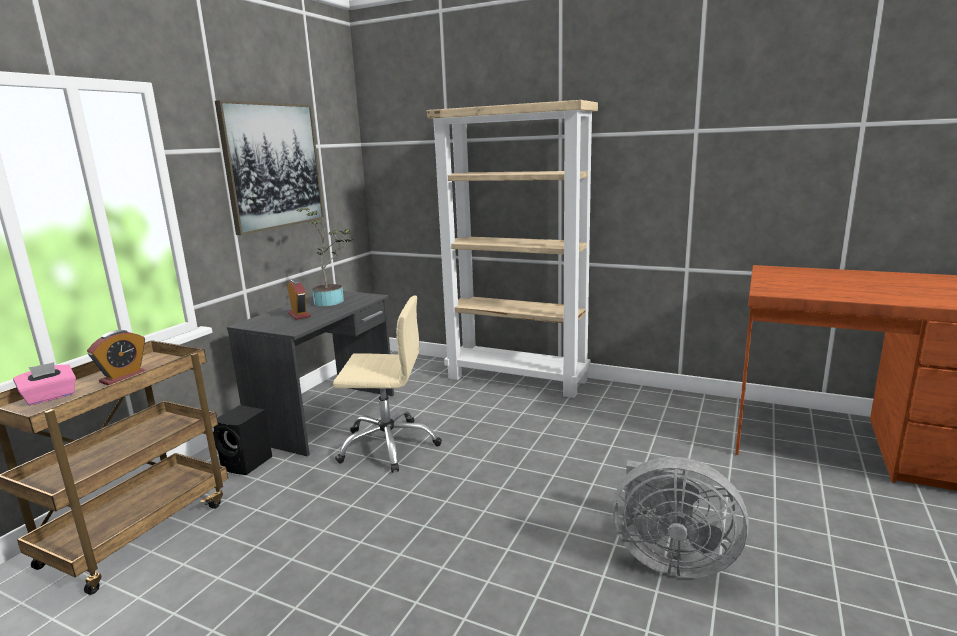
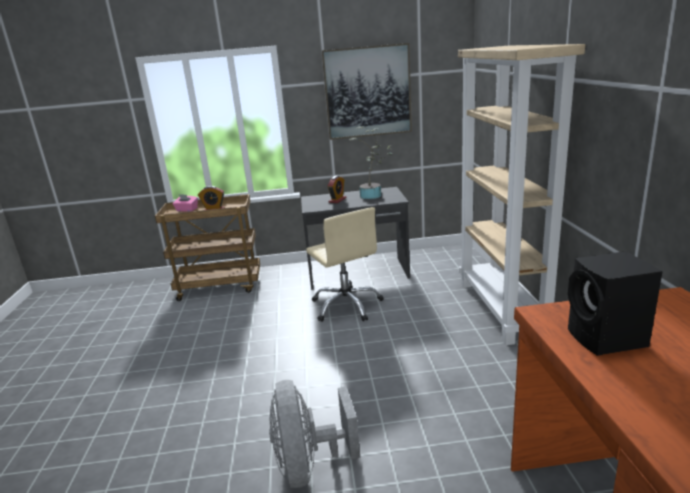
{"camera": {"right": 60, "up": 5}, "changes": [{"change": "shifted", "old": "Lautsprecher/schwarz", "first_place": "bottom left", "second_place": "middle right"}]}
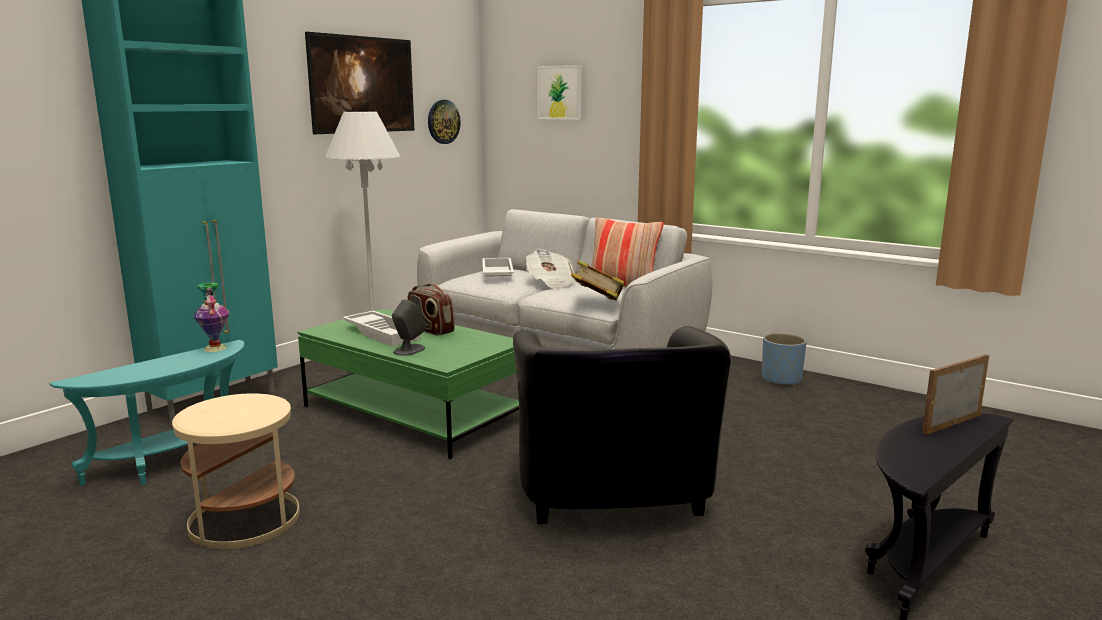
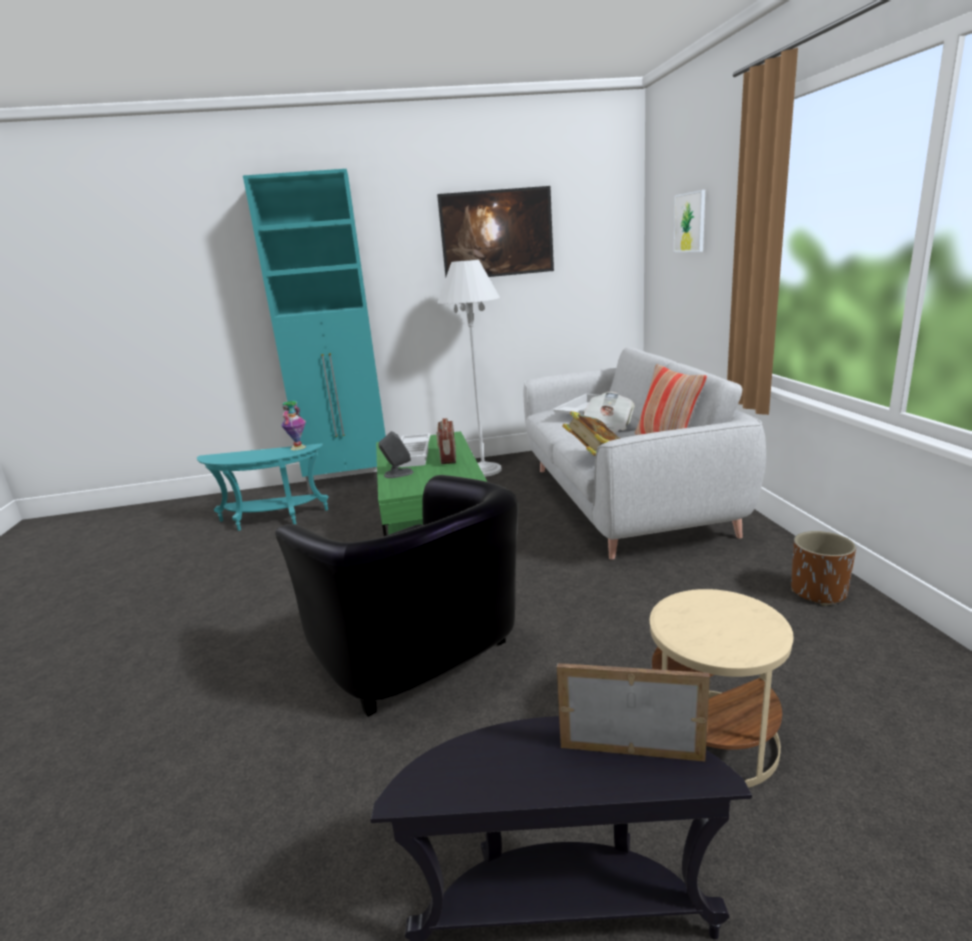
{"camera": {"right": 45, "up": 5}, "changes": [{"change": "shifted", "old": "Beistelltisch/beige", "first_place": "bottom left", "second_place": "bottom right"}, {"change": "gone", "old": "Wanduhr", "first_place": "top centre"}, {"change": "rotated", "old": "Sessel/schwarz", "first_place": "bottom centre", "second_place": "centre", "degrees": -75}, {"change": "repainted", "old": "Pflanzkübel/blau", "new": "Pflanzkübel/braun", "first_place": "middle right", "second_place": "middle right"}]}
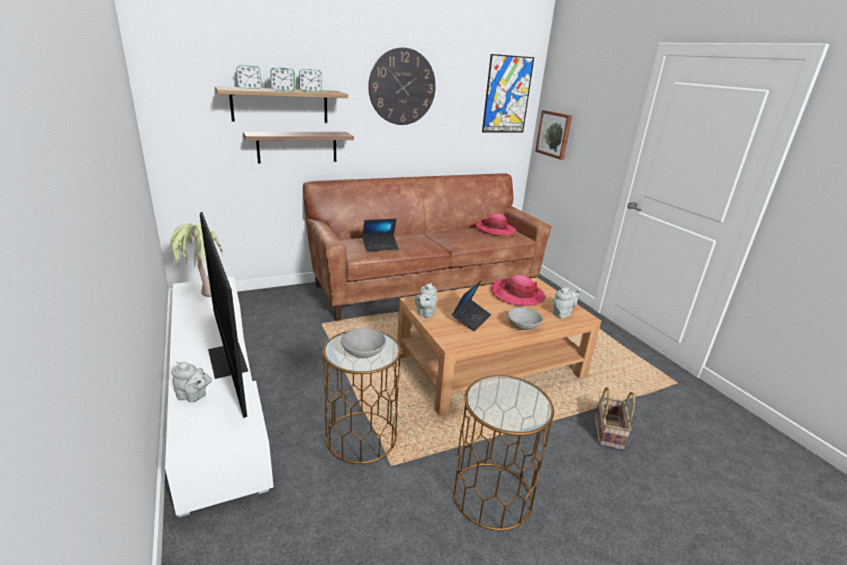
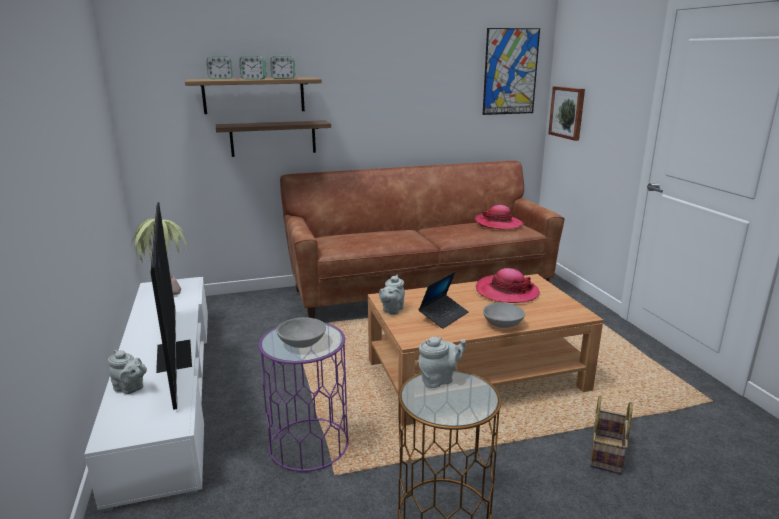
{"camera": {"right": 10, "up": -5}, "changes": [{"change": "repainted", "old": "Beistelltisch/braun (no. 1 from left)", "new": "Beistelltisch/lila", "first_place": "bottom centre", "second_place": "bottom centre"}, {"change": "gone", "old": "Laptop (no. 1 from left)", "first_place": "centre"}, {"change": "gone", "old": "Wanduhr", "first_place": "top centre"}, {"change": "shifted", "old": "Teekanne/grau (no. 3 from left)", "first_place": "middle right", "second_place": "bottom centre"}]}
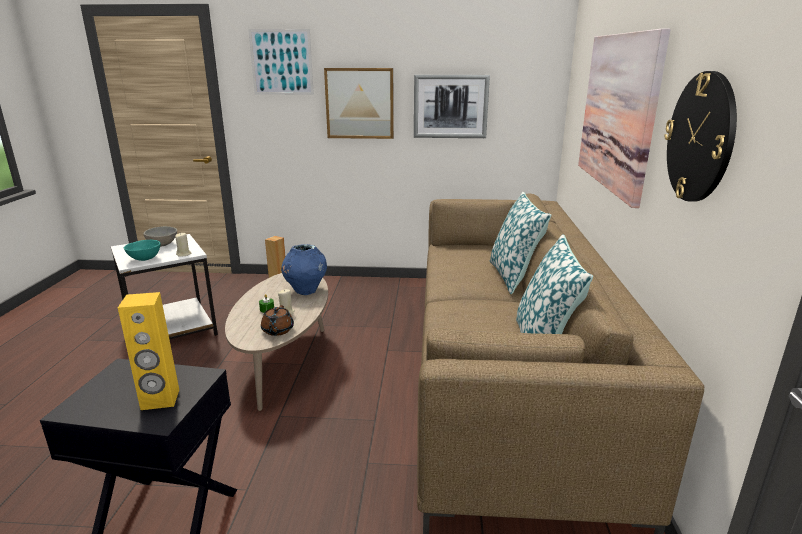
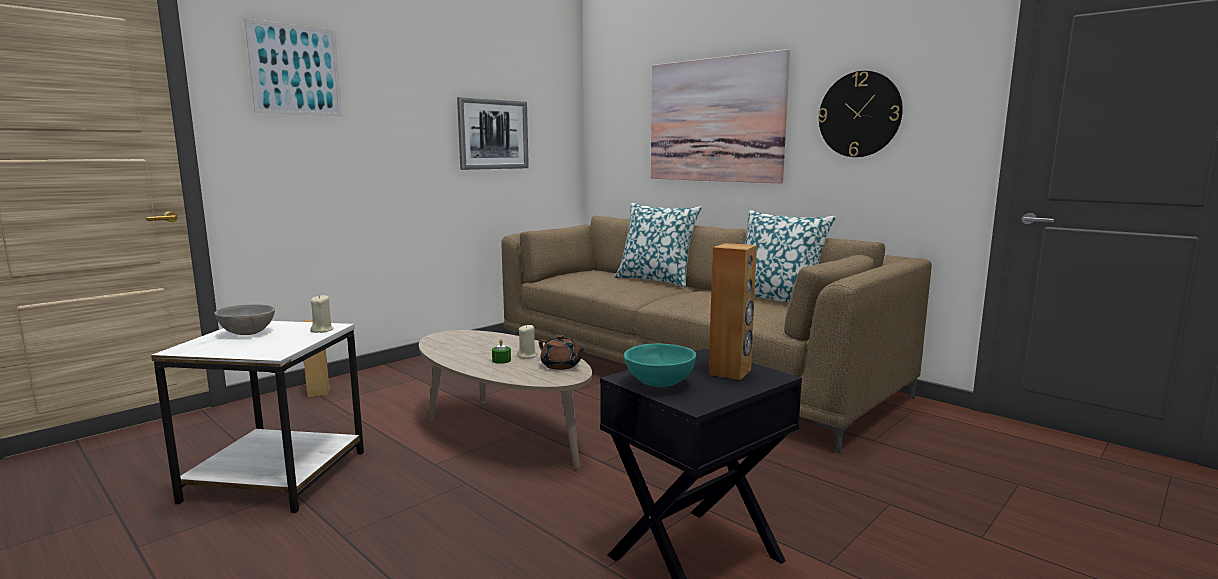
{"camera": {"right": -50, "up": -10}, "changes": [{"change": "repainted", "old": "Lautsprecher/gelb", "new": "Lautsprecher/braun (no. 2 from left)", "first_place": "middle left", "second_place": "centre"}, {"change": "shifted", "old": "Schüssel/türkis", "first_place": "middle left", "second_place": "centre"}, {"change": "gone", "old": "Vase/blau", "first_place": "centre"}, {"change": "gone", "old": "Bild (no. 2 from left)", "first_place": "top centre"}]}
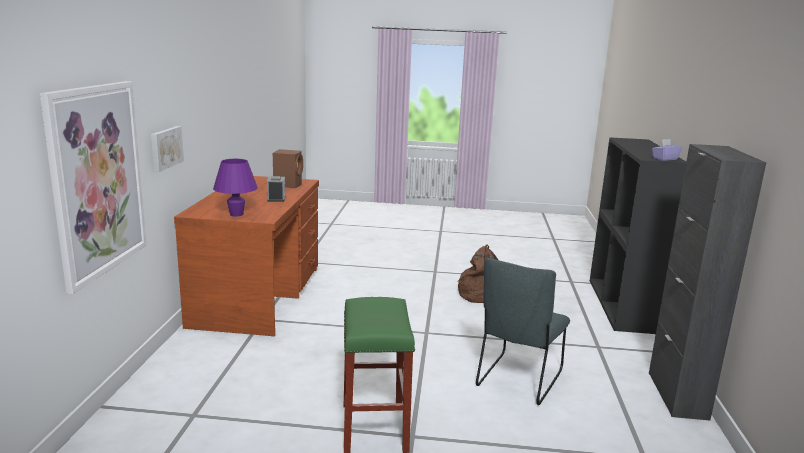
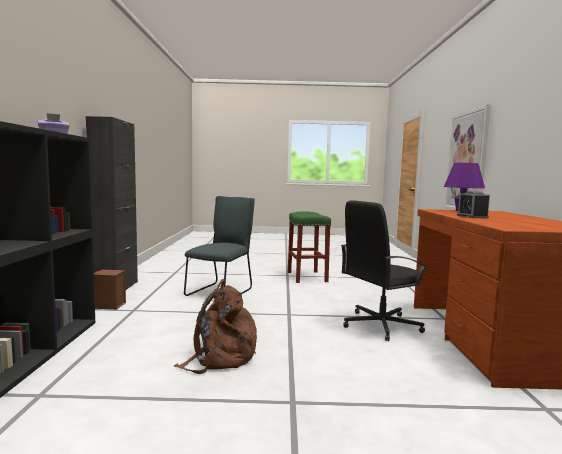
{"camera": {"right": 175, "up": -10}, "changes": [{"change": "gone", "old": "Bild (no. 2 from left)", "first_place": "top left"}, {"change": "shifted", "old": "Lautsprecher/braun", "first_place": "centre", "second_place": "middle left"}, {"change": "new", "new": "Bürostuhl/schwarz", "second_place": "middle right"}]}
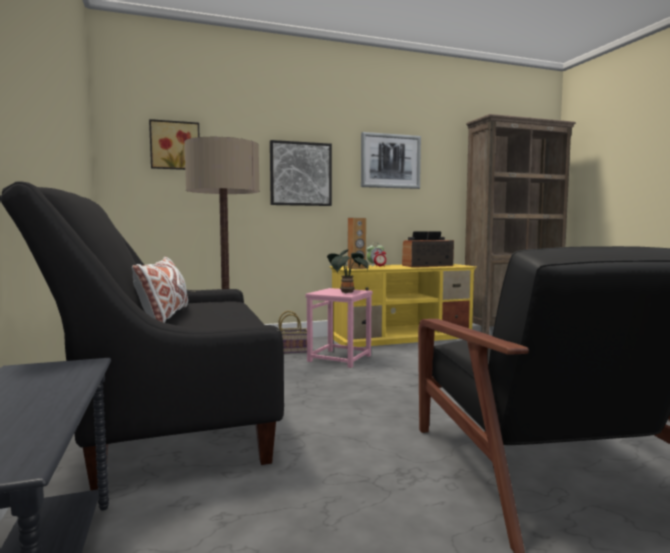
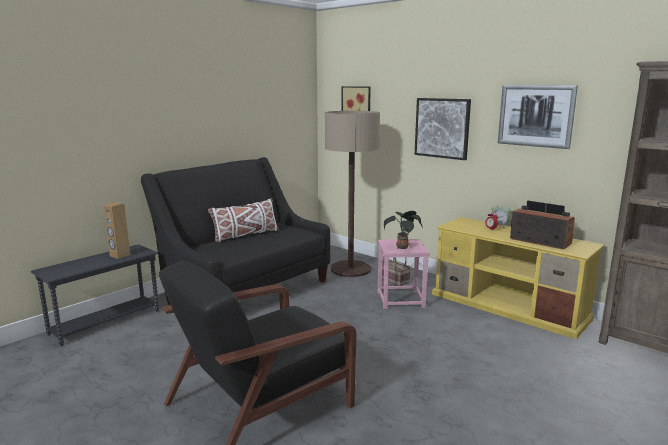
{"camera": {"right": 60, "up": 10}, "changes": [{"change": "shifted", "old": "Lautsprecher/braun", "first_place": "centre", "second_place": "middle left"}]}
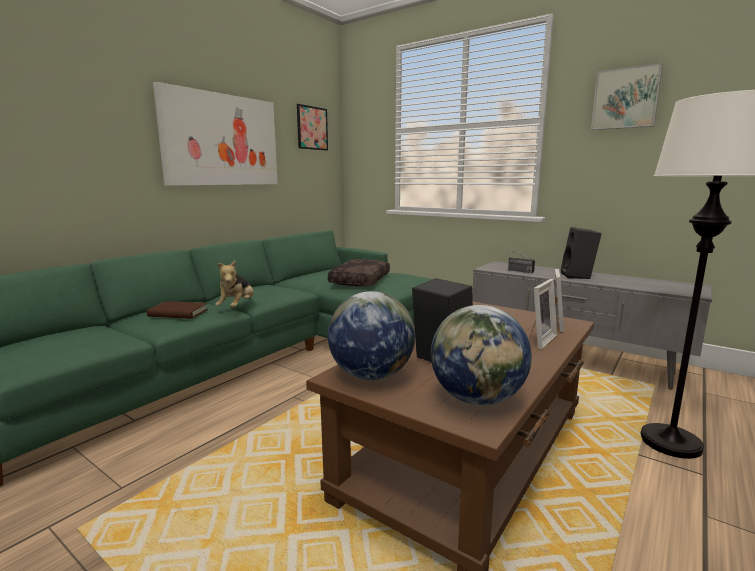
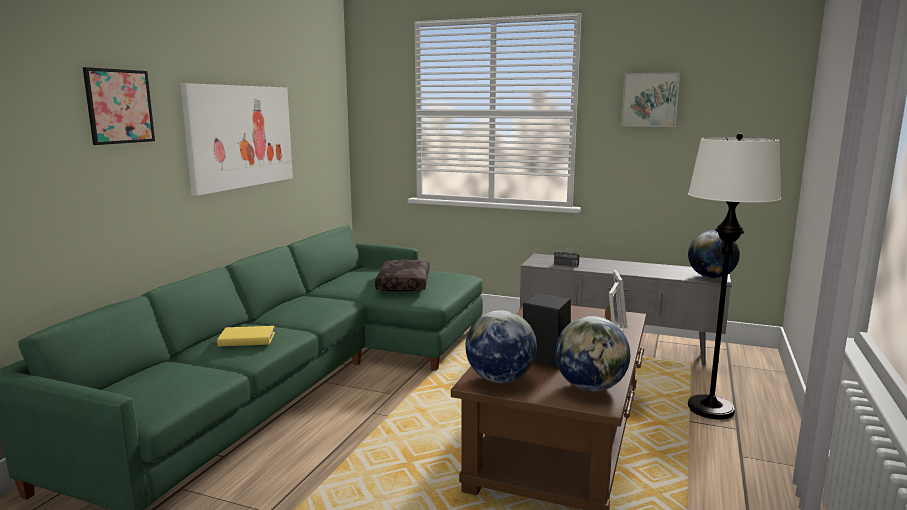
{"camera": {"right": -15, "up": 0}, "changes": [{"change": "repainted", "old": "Buch/braun", "new": "Buch/gelb", "first_place": "middle left", "second_place": "middle left"}, {"change": "gone", "old": "Plüschtier", "first_place": "middle left"}, {"change": "shifted", "old": "Bild (no. 2 from left in the first image)", "new": "Bild (no. 1 from left)", "first_place": "top centre", "second_place": "top left"}, {"change": "gone", "old": "Lautsprecher/schwarz (no. 2 from left)", "first_place": "middle right"}, {"change": "new", "new": "Globus (no. 3 from left)", "second_place": "middle right"}]}
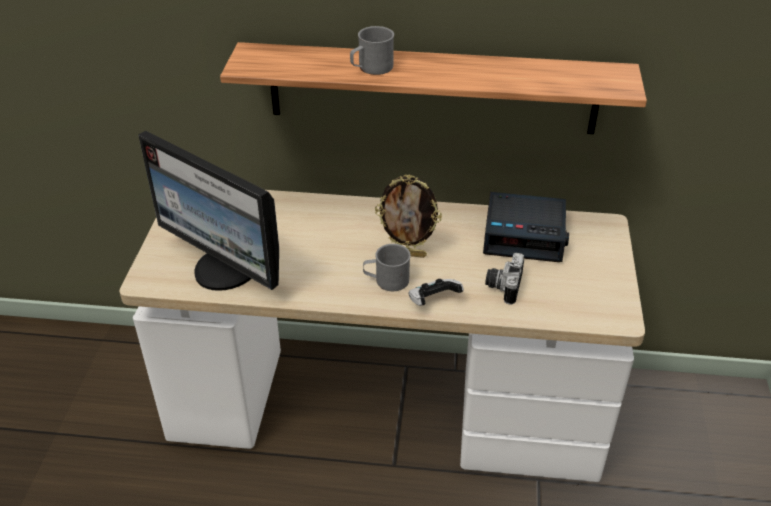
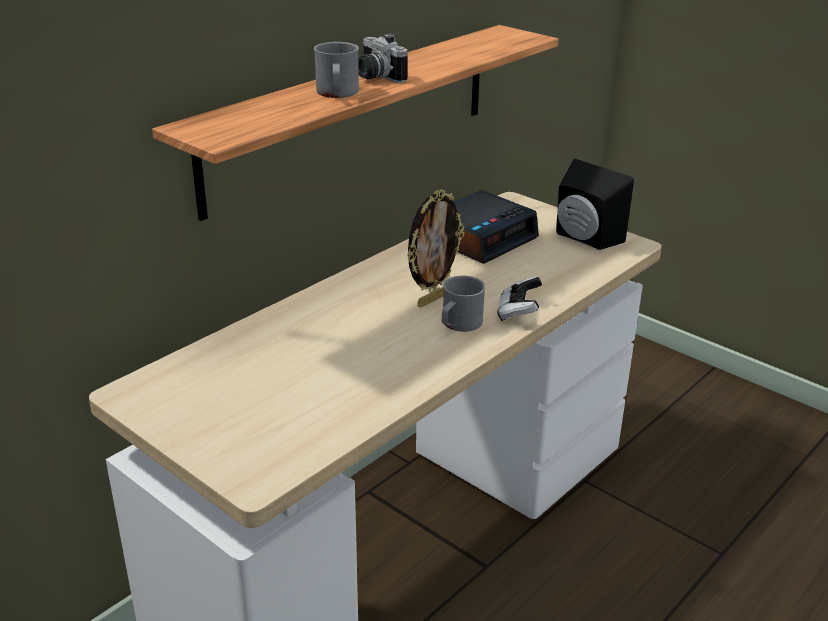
{"camera": {"right": -55, "up": -10}, "changes": [{"change": "gone", "old": "Monitor", "first_place": "middle left"}, {"change": "shifted", "old": "Kamera", "first_place": "centre", "second_place": "top centre"}, {"change": "new", "new": "Lautsprecher/schwarz", "second_place": "top right"}]}
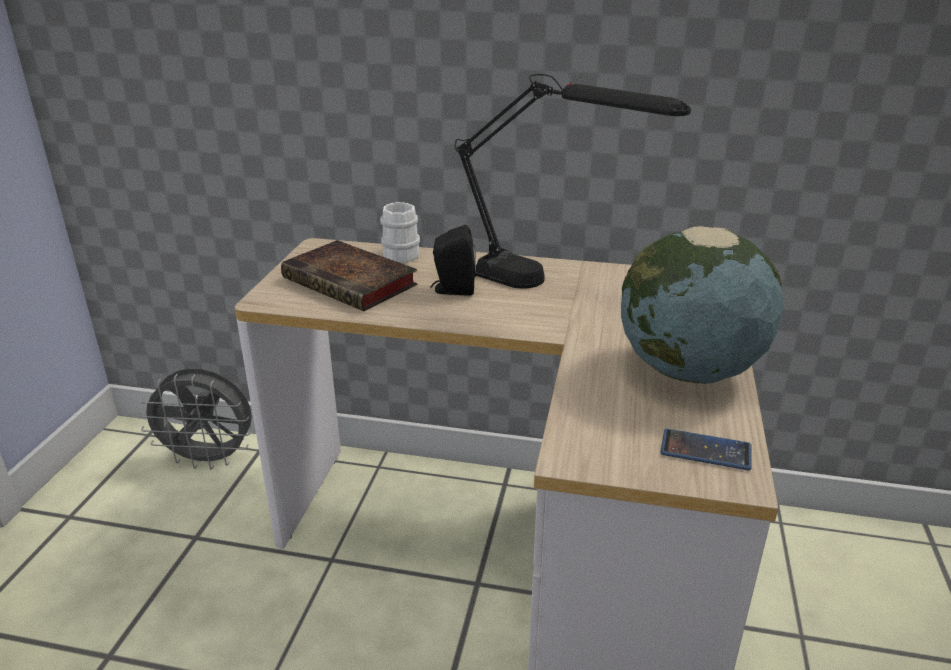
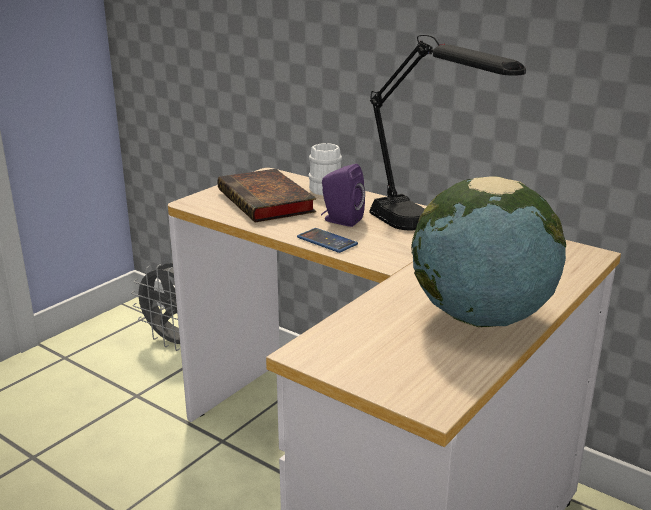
{"camera": {"right": 25, "up": -5}, "changes": [{"change": "repainted", "old": "Lautsprecher/schwarz", "new": "Lautsprecher/lila", "first_place": "centre", "second_place": "centre"}, {"change": "shifted", "old": "Handy", "first_place": "bottom right", "second_place": "centre"}]}
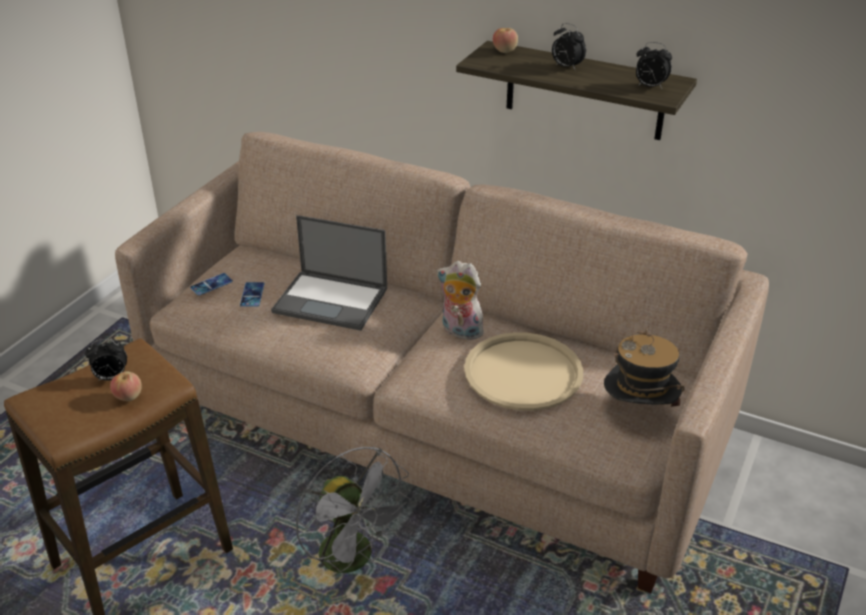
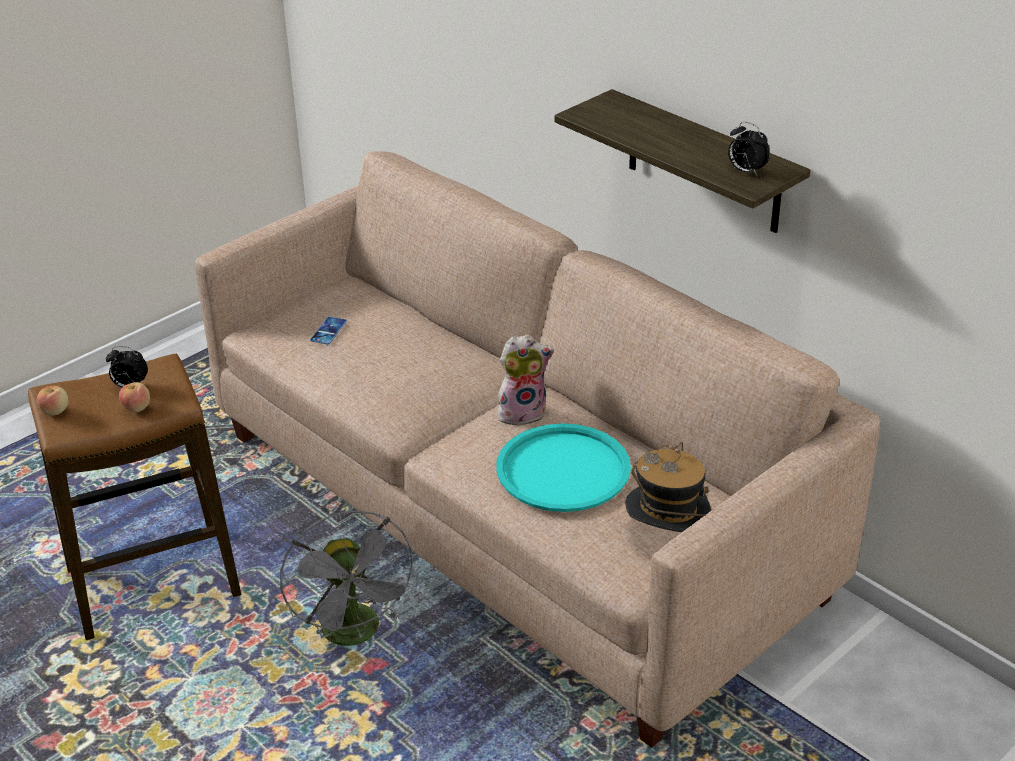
{"camera": {"right": 20, "up": 0}, "changes": [{"change": "gone", "old": "Handy (no. 1 from left)", "first_place": "middle left"}, {"change": "gone", "old": "Laptop", "first_place": "centre"}, {"change": "rotated", "old": "Plüschtier", "first_place": "centre", "second_place": "centre", "degrees": 120}, {"change": "repainted", "old": "Tablett/beige", "new": "Tablett/türkis", "first_place": "centre", "second_place": "centre"}, {"change": "shifted", "old": "Apfel (no. 2 from left in the first image)", "new": "Apfel (no. 1 from left)", "first_place": "top centre", "second_place": "middle left"}, {"change": "gone", "old": "Wecker (no. 2 from left)", "first_place": "top centre"}]}
